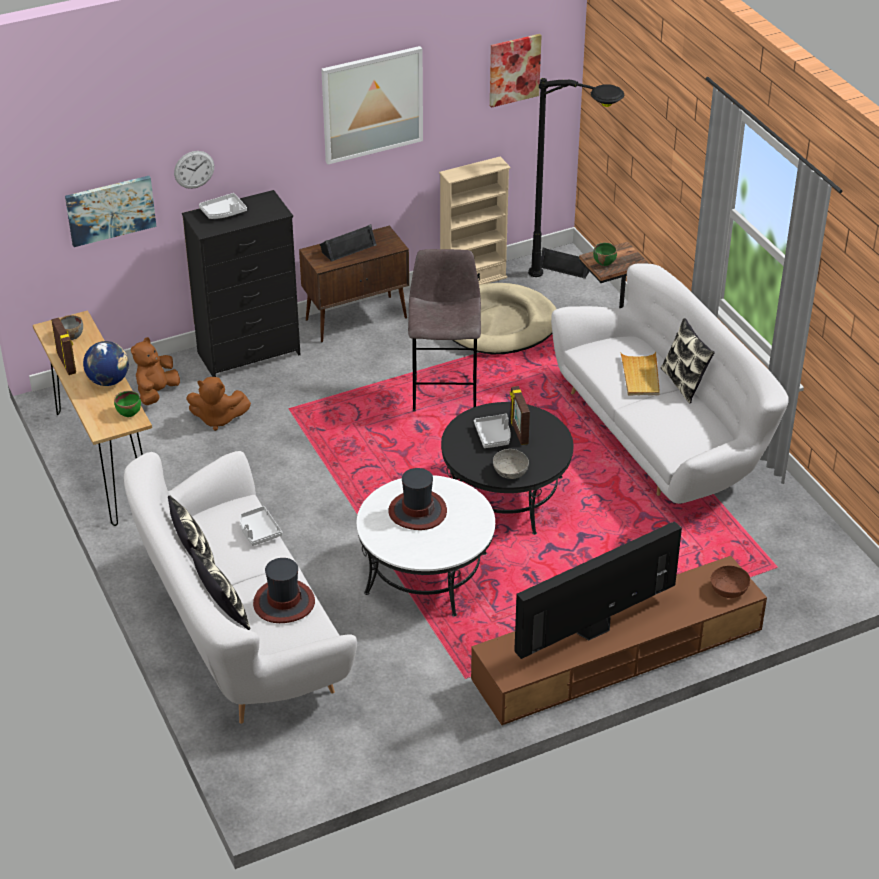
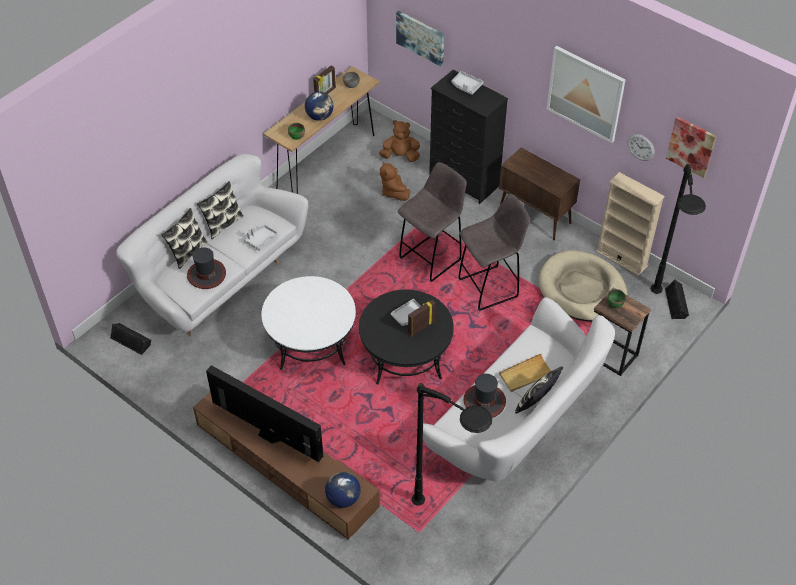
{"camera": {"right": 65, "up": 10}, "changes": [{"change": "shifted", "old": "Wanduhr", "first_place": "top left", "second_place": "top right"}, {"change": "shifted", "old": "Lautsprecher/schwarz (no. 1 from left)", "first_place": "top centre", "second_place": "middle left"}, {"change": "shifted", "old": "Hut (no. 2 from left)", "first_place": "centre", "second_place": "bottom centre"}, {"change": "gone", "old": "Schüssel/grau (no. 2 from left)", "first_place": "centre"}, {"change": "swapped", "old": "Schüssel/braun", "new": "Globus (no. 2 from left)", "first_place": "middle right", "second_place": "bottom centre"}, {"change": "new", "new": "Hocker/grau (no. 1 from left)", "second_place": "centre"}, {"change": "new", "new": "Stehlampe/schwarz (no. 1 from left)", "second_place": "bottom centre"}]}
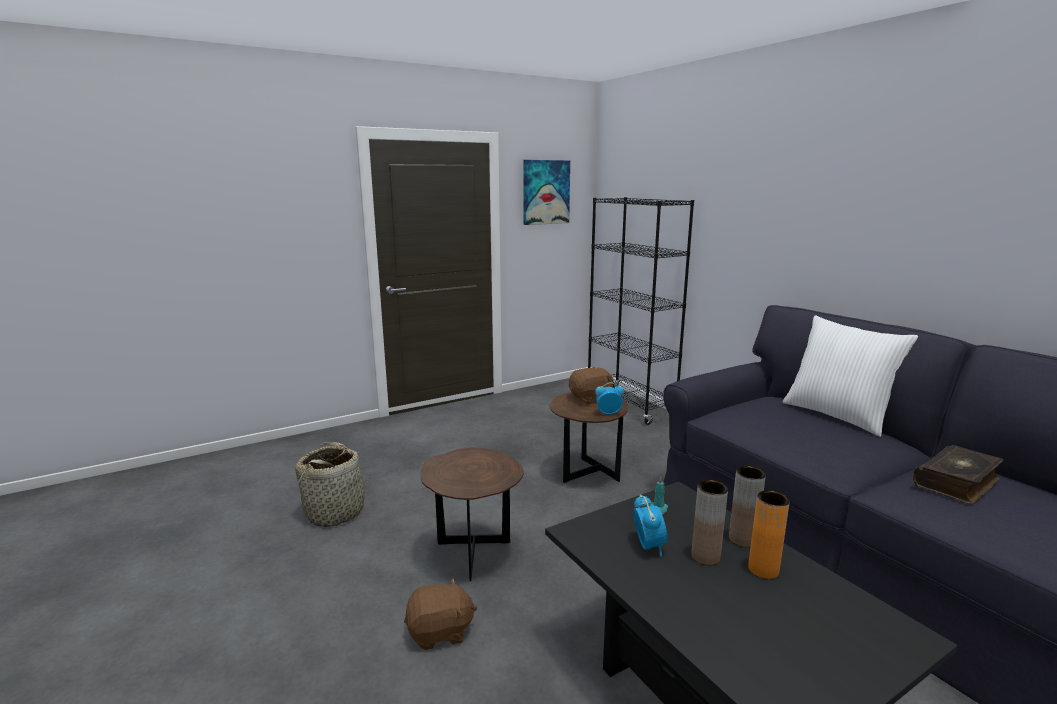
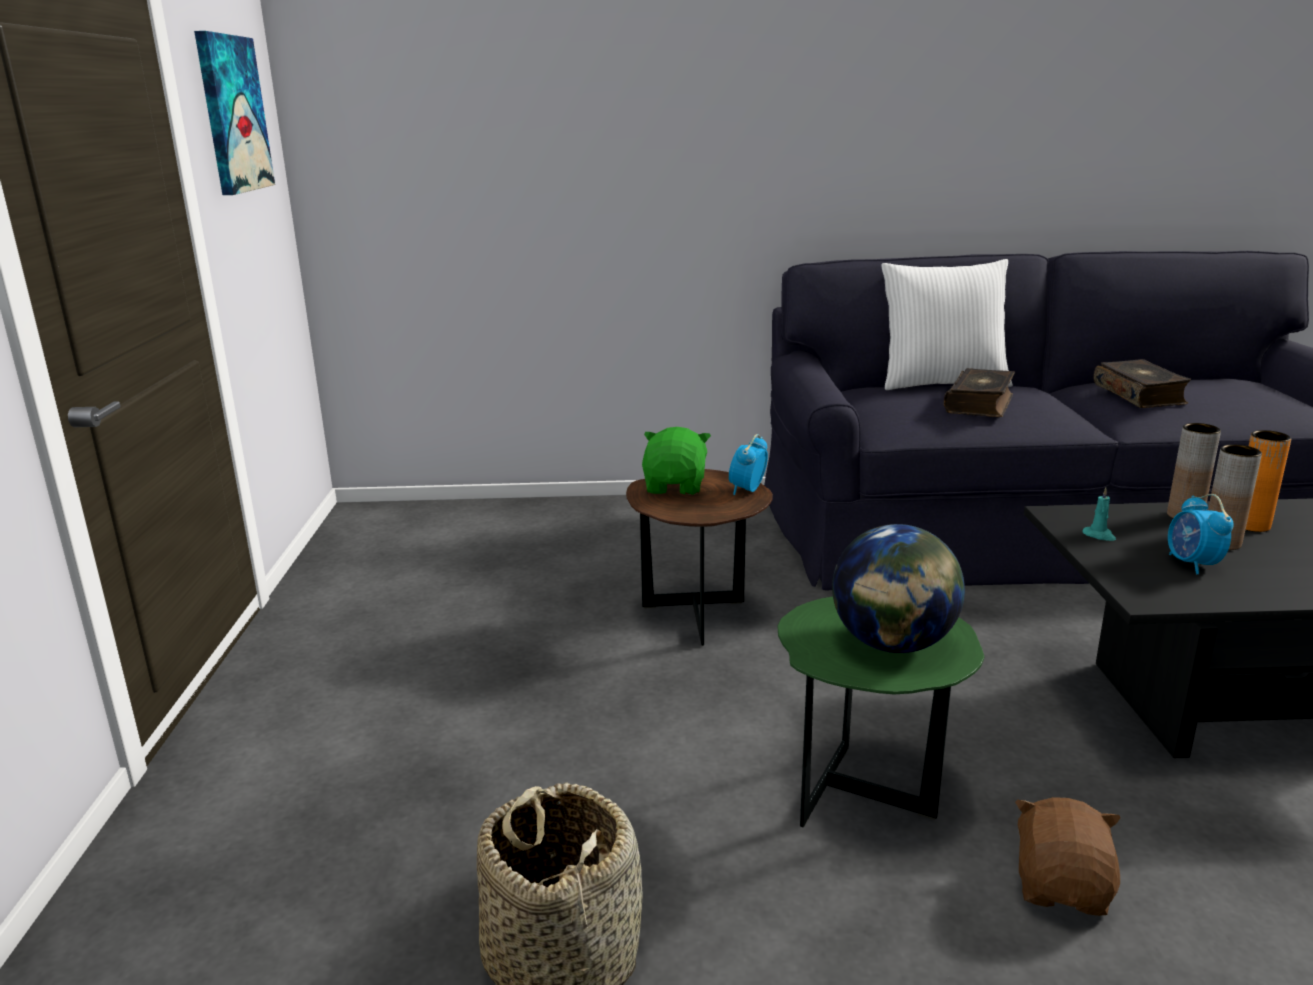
{"camera": {"right": -60, "up": 5}, "changes": [{"change": "repainted", "old": "Beistelltisch/braun (no. 1 from left)", "new": "Beistelltisch/grün", "first_place": "bottom centre", "second_place": "bottom right"}, {"change": "repainted", "old": "Plüschtier/braun (no. 2 from left)", "new": "Plüschtier/grün", "first_place": "centre", "second_place": "centre"}, {"change": "gone", "old": "Bücherregal/schwarz", "first_place": "centre"}, {"change": "rotated", "old": "Wecker (no. 2 from left)", "first_place": "bottom centre", "second_place": "middle right", "degrees": -120}, {"change": "new", "new": "Globus", "second_place": "middle right"}, {"change": "new", "new": "Buch (no. 1 from left)", "second_place": "middle right"}]}
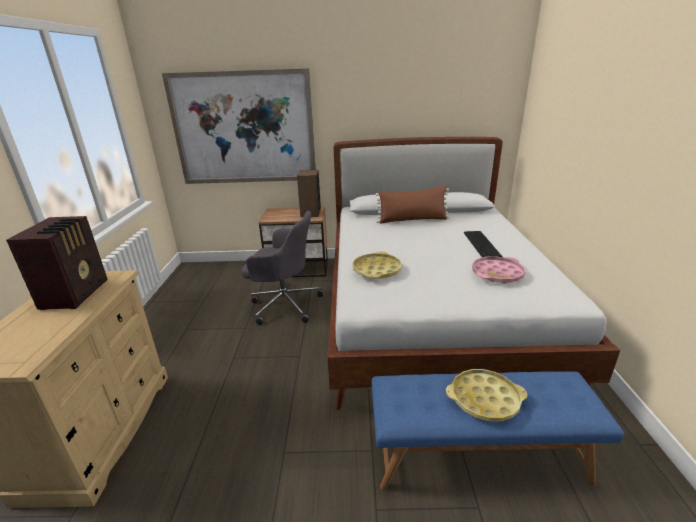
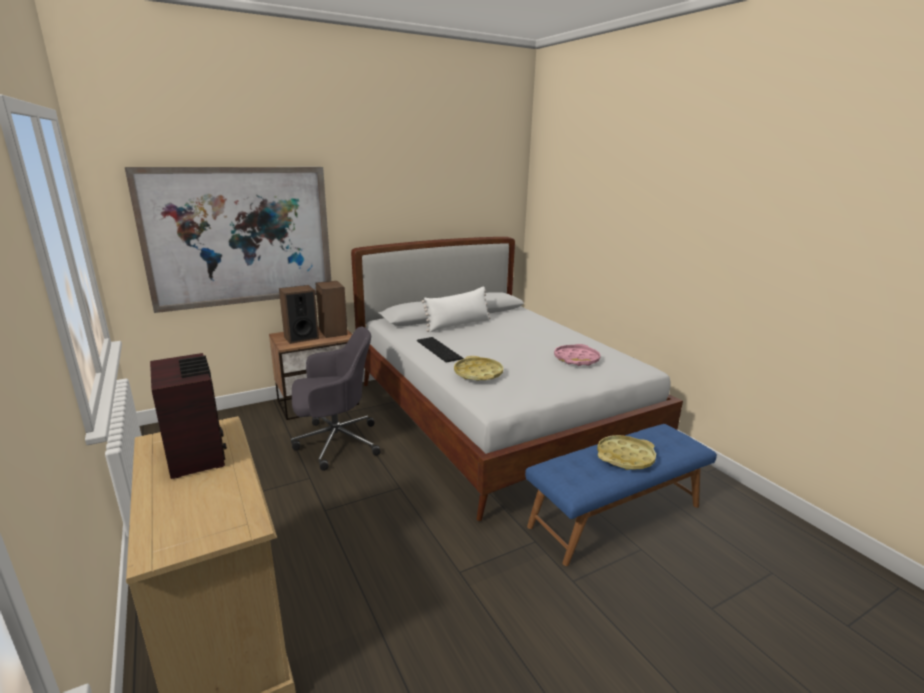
{"camera": {"right": -30, "up": -5}, "changes": [{"change": "repainted", "old": "Kissen/braun", "new": "Kissen/weiß", "first_place": "centre", "second_place": "centre"}, {"change": "shifted", "old": "Tastatur", "first_place": "middle right", "second_place": "centre"}, {"change": "new", "new": "Lautsprecher (no. 1 from left)", "second_place": "middle left"}]}
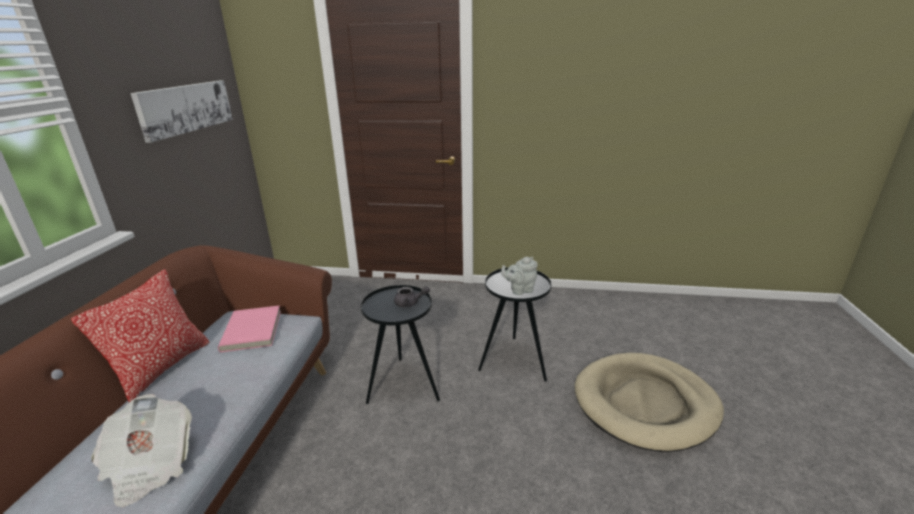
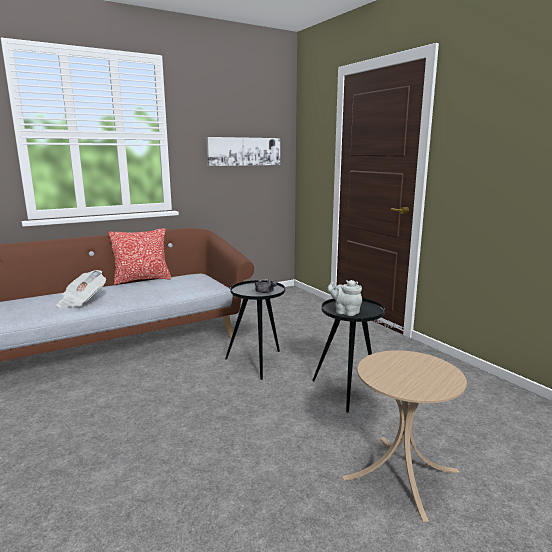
{"camera": {"right": 50, "up": -10}, "changes": [{"change": "gone", "old": "Buch/rosa", "first_place": "middle left"}, {"change": "swapped", "old": "Hundebett/beige", "new": "Beistelltisch/beige", "first_place": "bottom right", "second_place": "bottom right"}]}
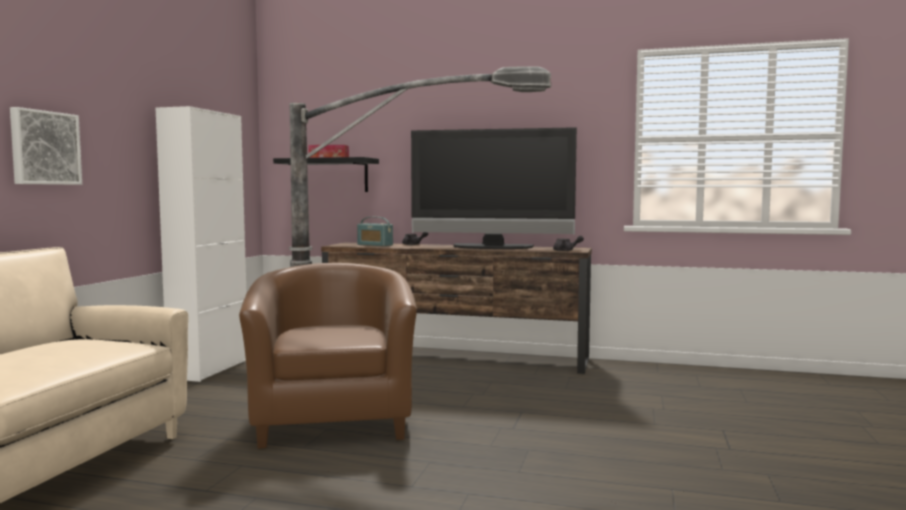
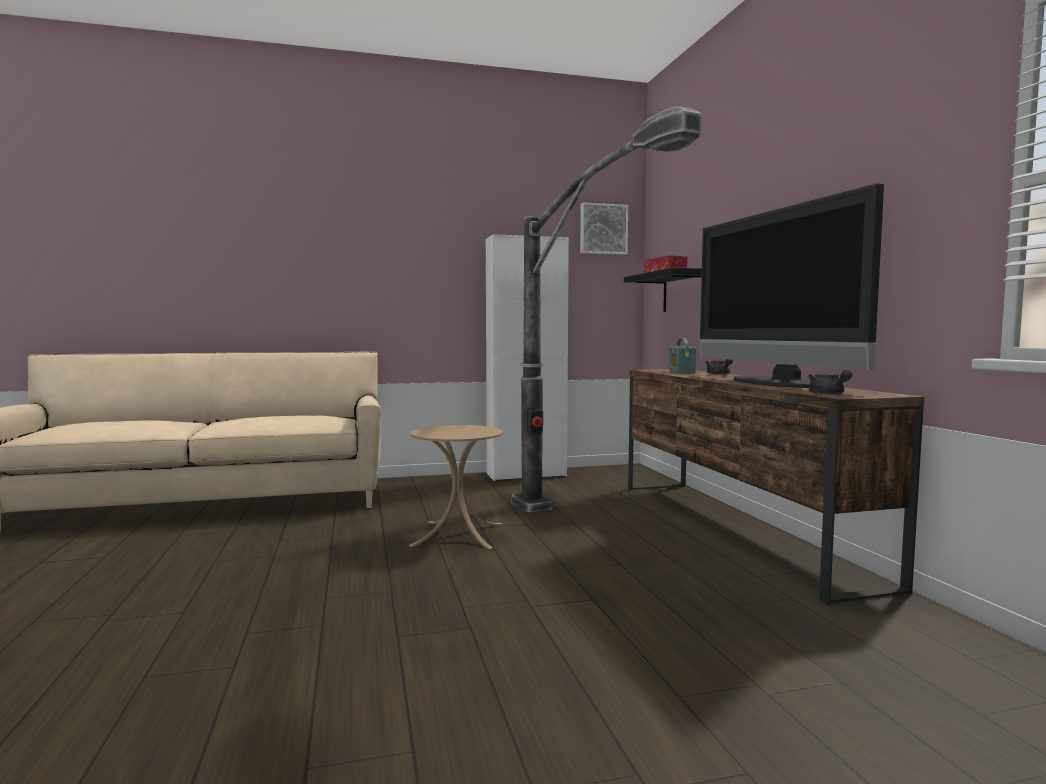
{"camera": {"right": 60, "up": 0}, "changes": [{"change": "shifted", "old": "Bild", "first_place": "top left", "second_place": "top centre"}, {"change": "swapped", "old": "Sessel/braun", "new": "Beistelltisch/beige", "first_place": "bottom centre", "second_place": "centre"}]}
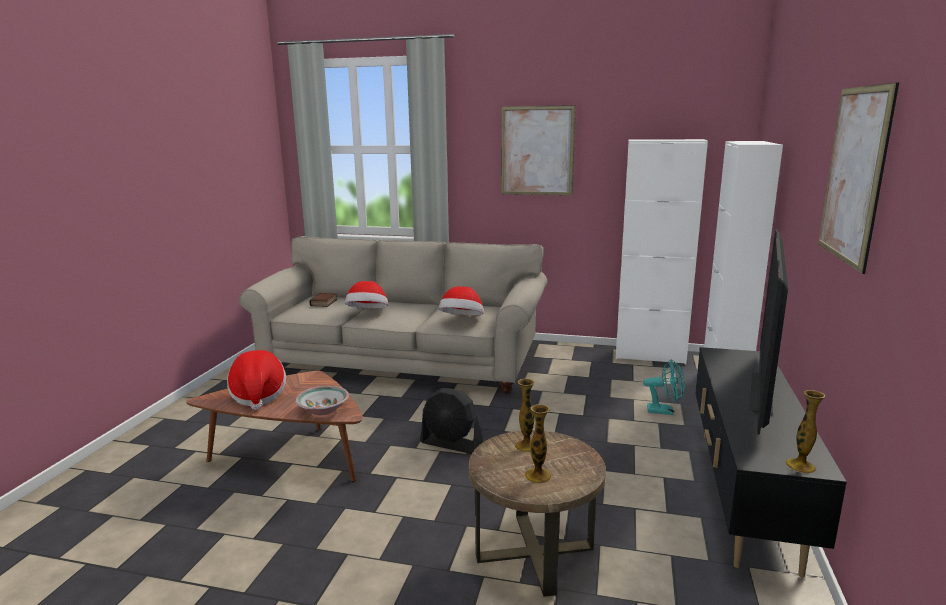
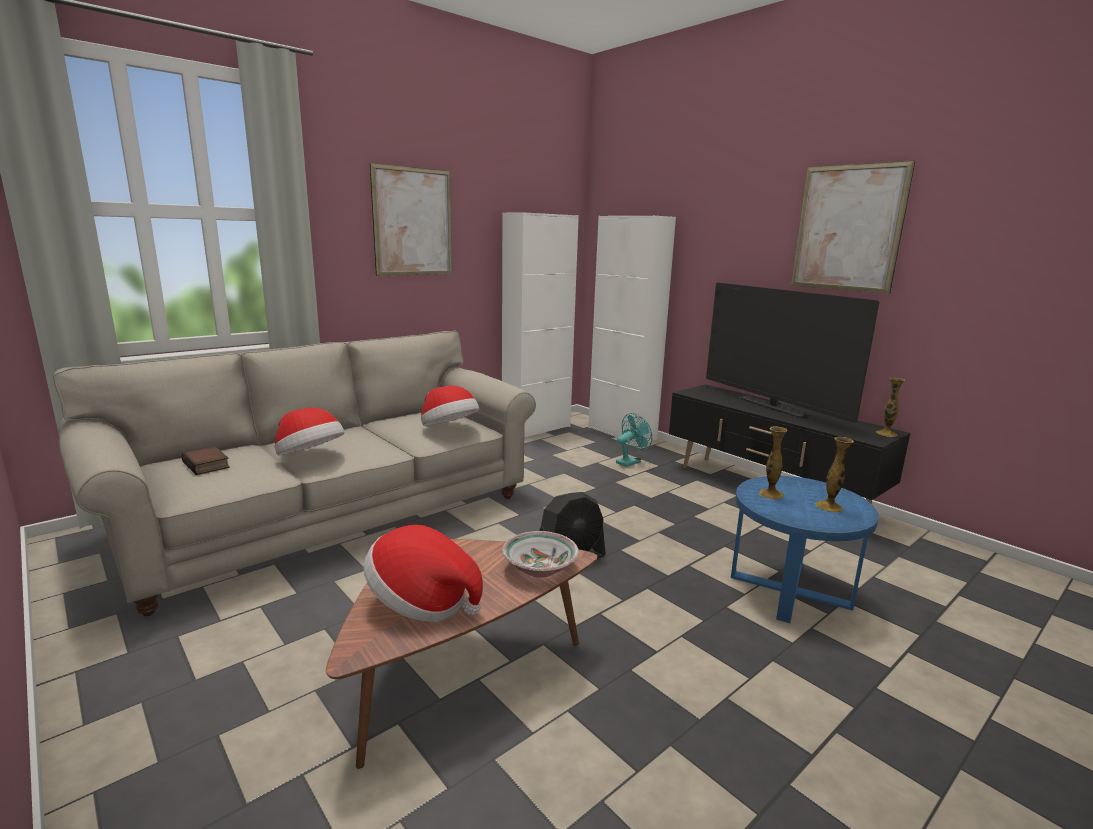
{"camera": {"right": -55, "up": 0}, "changes": [{"change": "repainted", "old": "Beistelltisch/braun", "new": "Beistelltisch/blau", "first_place": "bottom centre", "second_place": "middle right"}]}
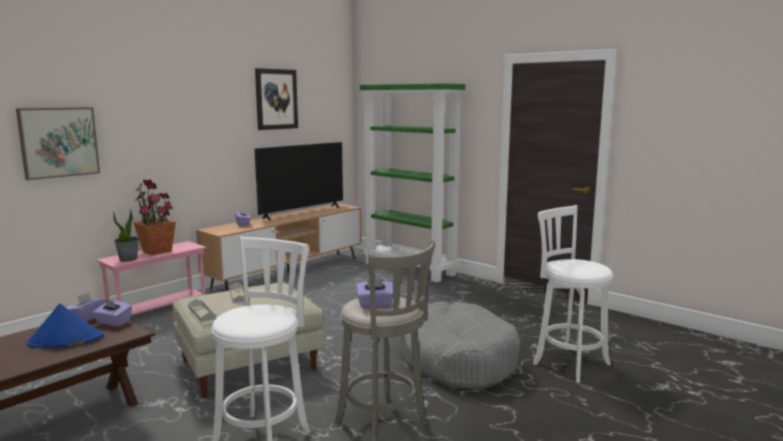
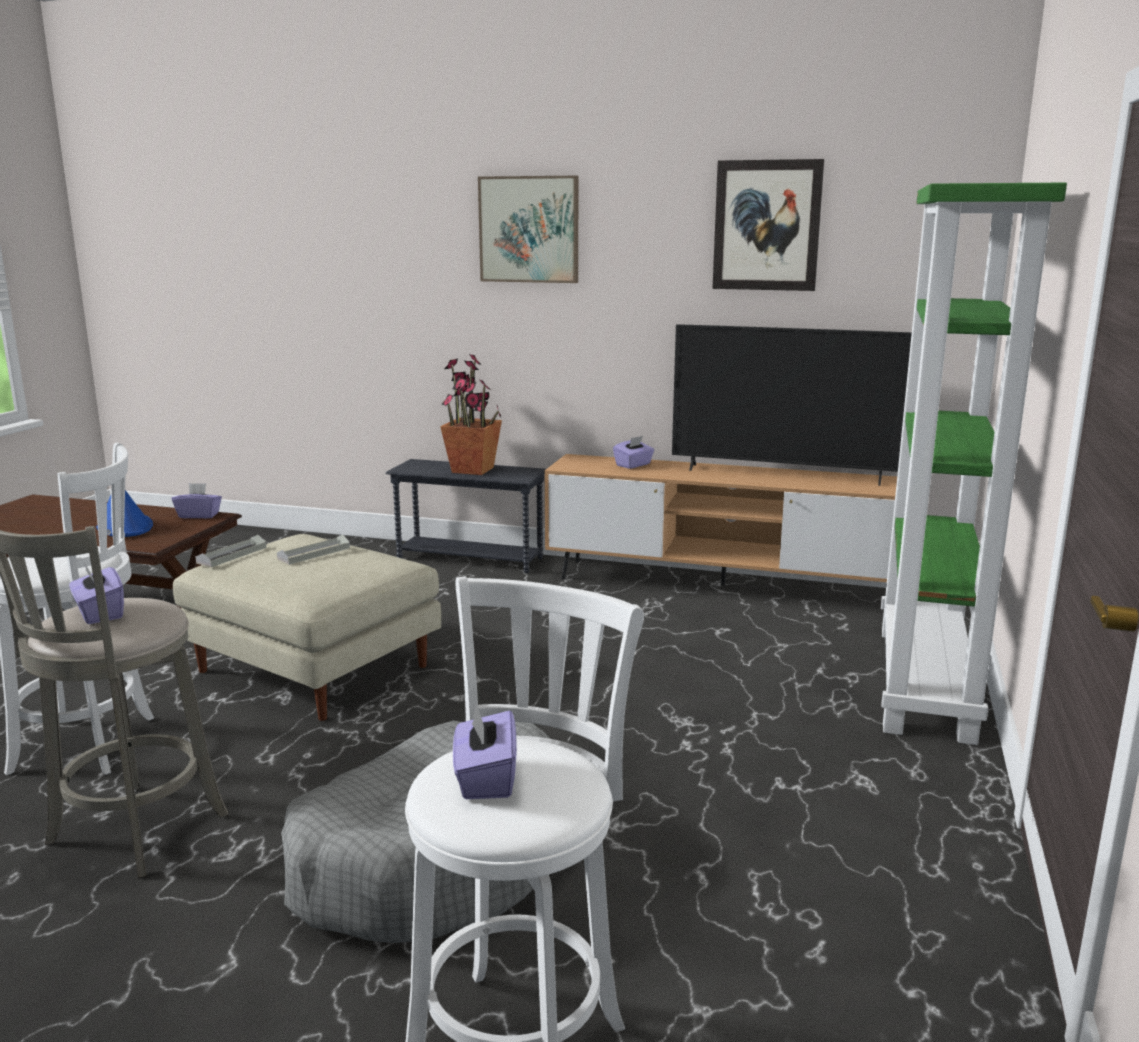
{"camera": {"right": 65, "up": 5}, "changes": [{"change": "shifted", "old": "Bild (no. 1 from left)", "first_place": "top left", "second_place": "top centre"}, {"change": "shifted", "old": "Taschentuchbox/lila (no. 2 from left in the first image)", "new": "Taschentuchbox/lila (no. 3 from left)", "first_place": "bottom left", "second_place": "bottom centre"}, {"change": "repainted", "old": "Beistelltisch/rosa", "new": "Beistelltisch/grau", "first_place": "middle left", "second_place": "centre"}, {"change": "gone", "old": "Topfpflanze (no. 1 from left)", "first_place": "middle left"}]}
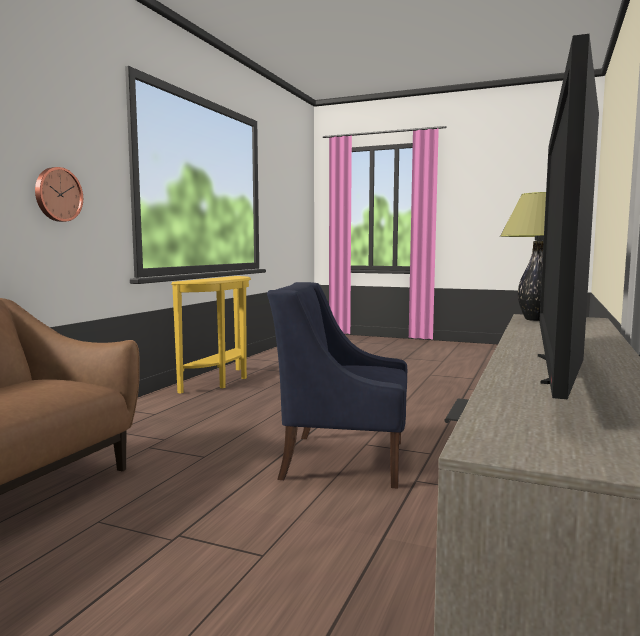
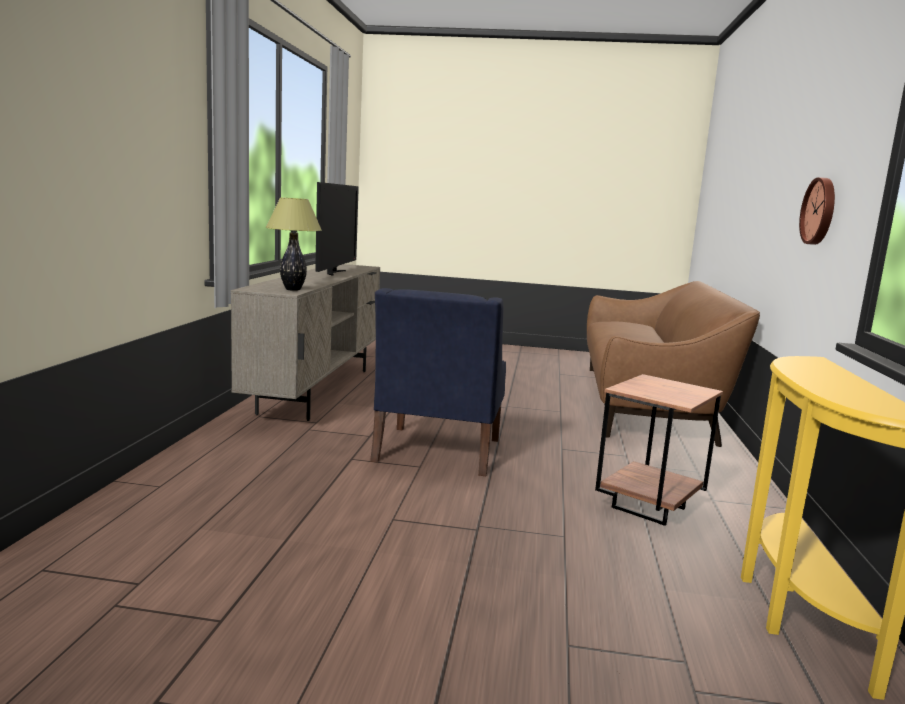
{"camera": {"right": 165, "up": 5}, "changes": [{"change": "rotated", "old": "Sessel/blau", "first_place": "centre", "second_place": "centre", "degrees": 105}, {"change": "new", "new": "Beistelltisch/braun", "second_place": "middle right"}]}
